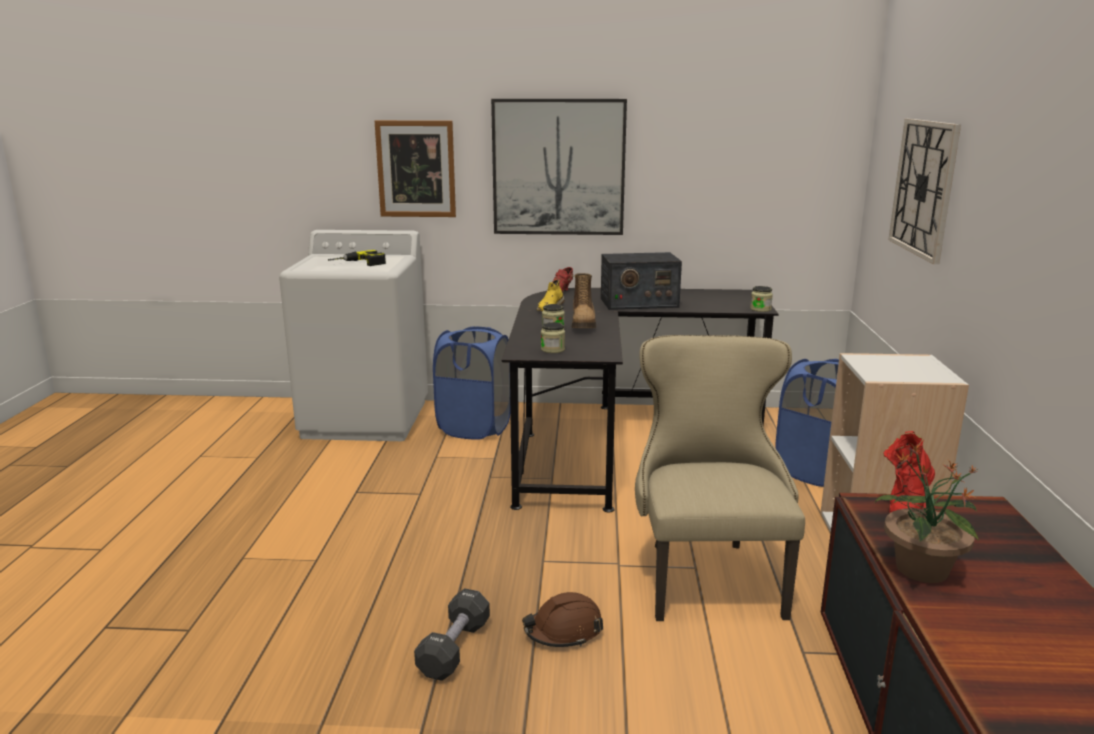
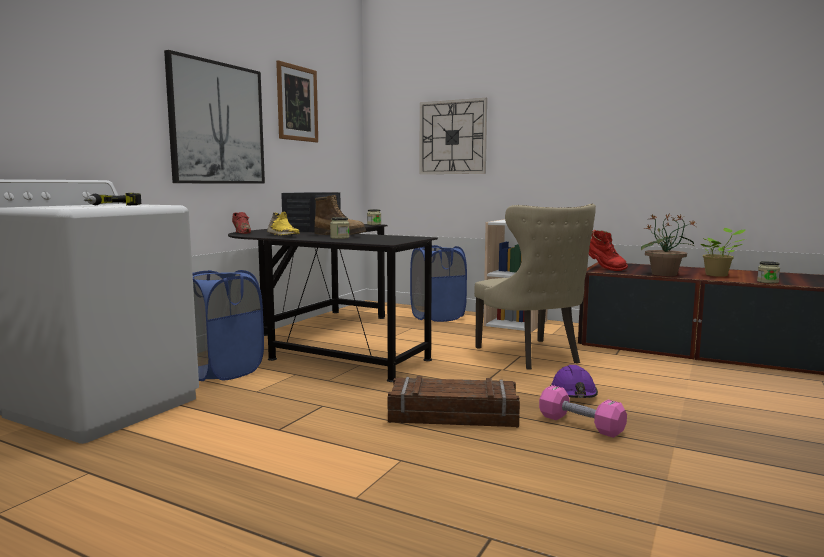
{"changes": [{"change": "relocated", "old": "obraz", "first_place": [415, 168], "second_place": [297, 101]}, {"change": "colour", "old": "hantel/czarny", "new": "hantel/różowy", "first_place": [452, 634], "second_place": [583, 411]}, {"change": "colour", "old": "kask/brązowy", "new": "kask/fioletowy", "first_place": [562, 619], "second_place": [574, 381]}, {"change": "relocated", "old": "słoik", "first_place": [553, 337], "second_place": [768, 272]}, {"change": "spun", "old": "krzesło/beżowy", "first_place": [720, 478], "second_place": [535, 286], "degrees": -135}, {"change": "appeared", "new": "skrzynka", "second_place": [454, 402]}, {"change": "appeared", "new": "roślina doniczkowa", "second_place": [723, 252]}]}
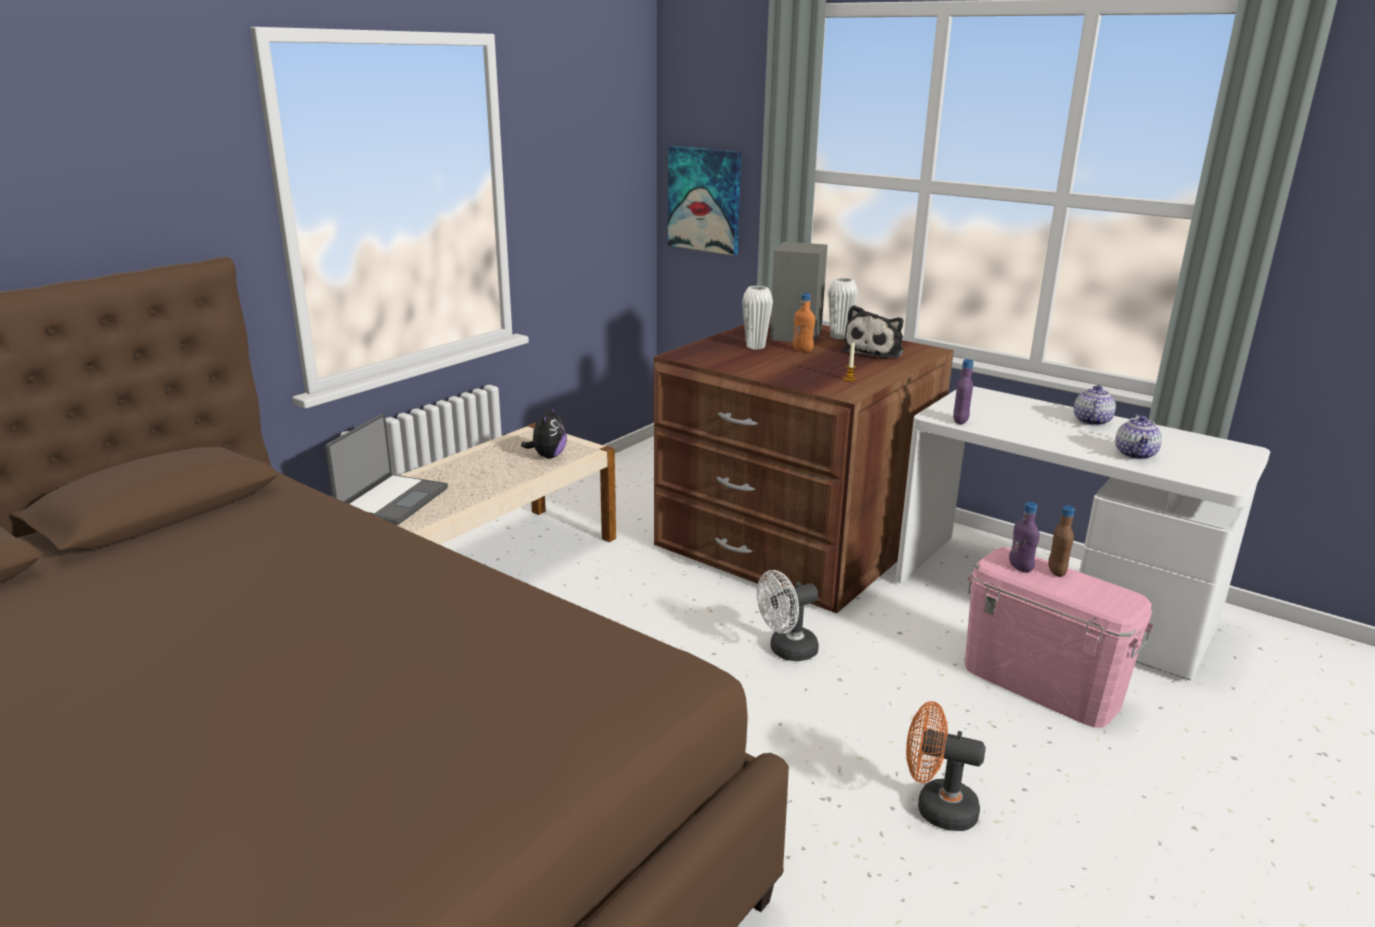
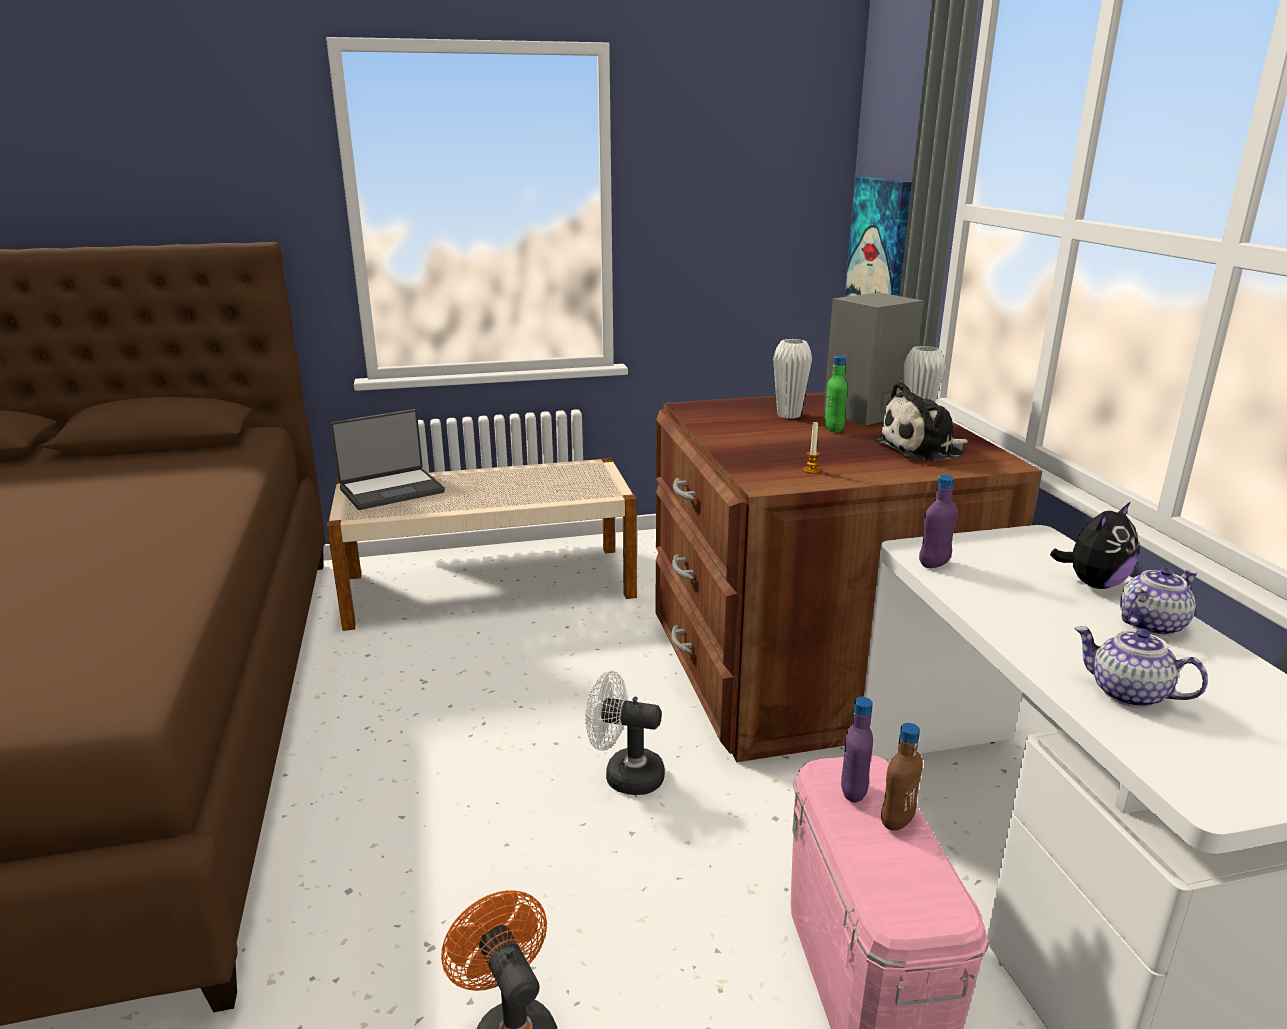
{"changes": [{"change": "relocated", "old": "pluszak", "first_place": [544, 431], "second_place": [1094, 545]}, {"change": "colour", "old": "butelka/pomarańczowy", "new": "butelka/zielony", "first_place": [804, 323], "second_place": [836, 394]}, {"change": "spun", "old": "imbryk", "first_place": [1138, 437], "second_place": [1141, 667], "degrees": 75}]}
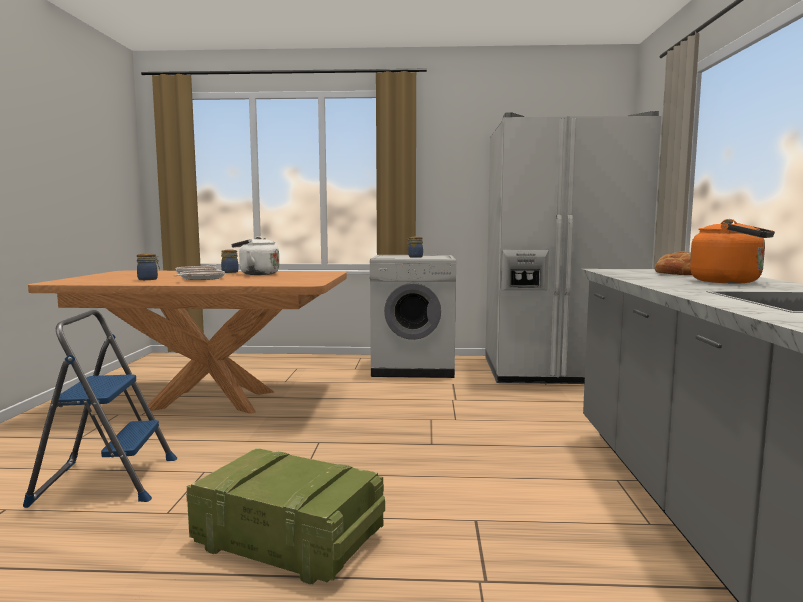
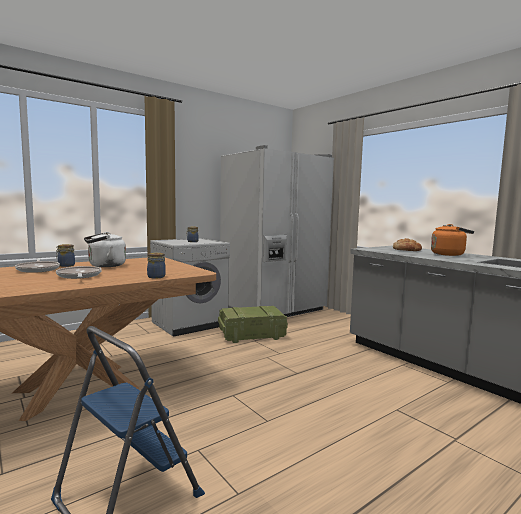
{"changes": [{"change": "relocated", "old": "słoik", "first_place": [148, 266], "second_place": [156, 265]}, {"change": "relocated", "old": "skrzynka", "first_place": [285, 516], "second_place": [253, 324]}]}
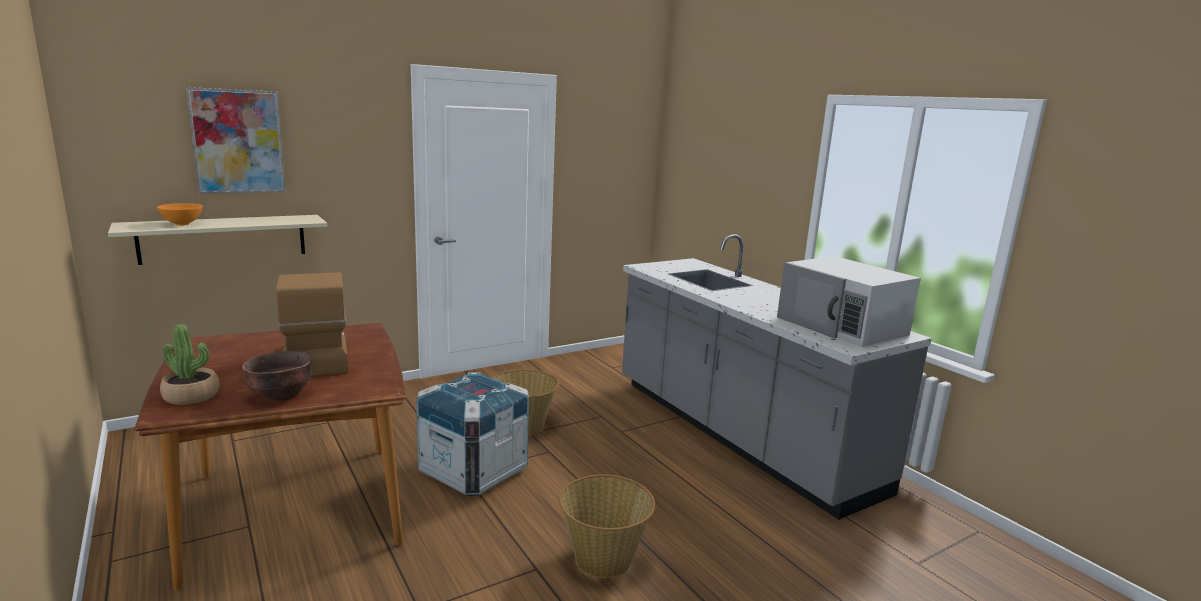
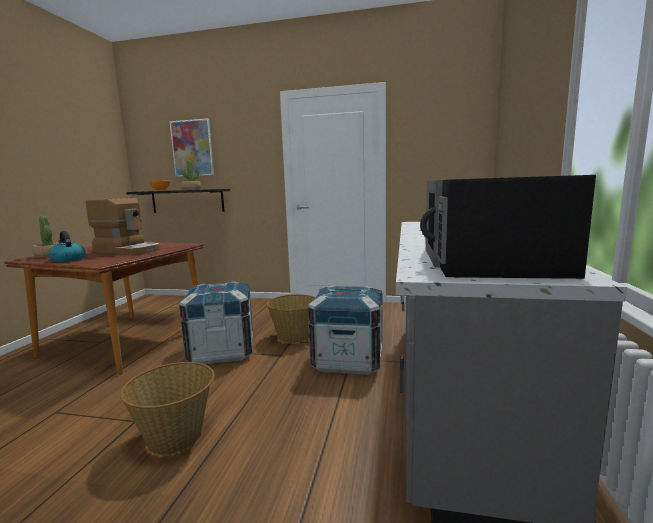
{"changes": [{"change": "colour", "old": "półka/beżowy", "new": "półka/czarny", "first_place": [217, 240], "second_place": [178, 201]}, {"change": "exchanged", "old": "miska/brązowy", "new": "czajnik", "first_place": [277, 376], "second_place": [67, 246]}, {"change": "spun", "old": "ekspres do kawy", "first_place": [312, 324], "second_place": [123, 226], "degrees": 90}, {"change": "colour", "old": "mikrofalówka/biały", "new": "mikrofalówka/czarny", "first_place": [849, 301], "second_place": [508, 227]}, {"change": "appeared", "new": "roślina doniczkowa", "second_place": [191, 175]}, {"change": "appeared", "new": "skrzynka", "second_place": [345, 330]}]}
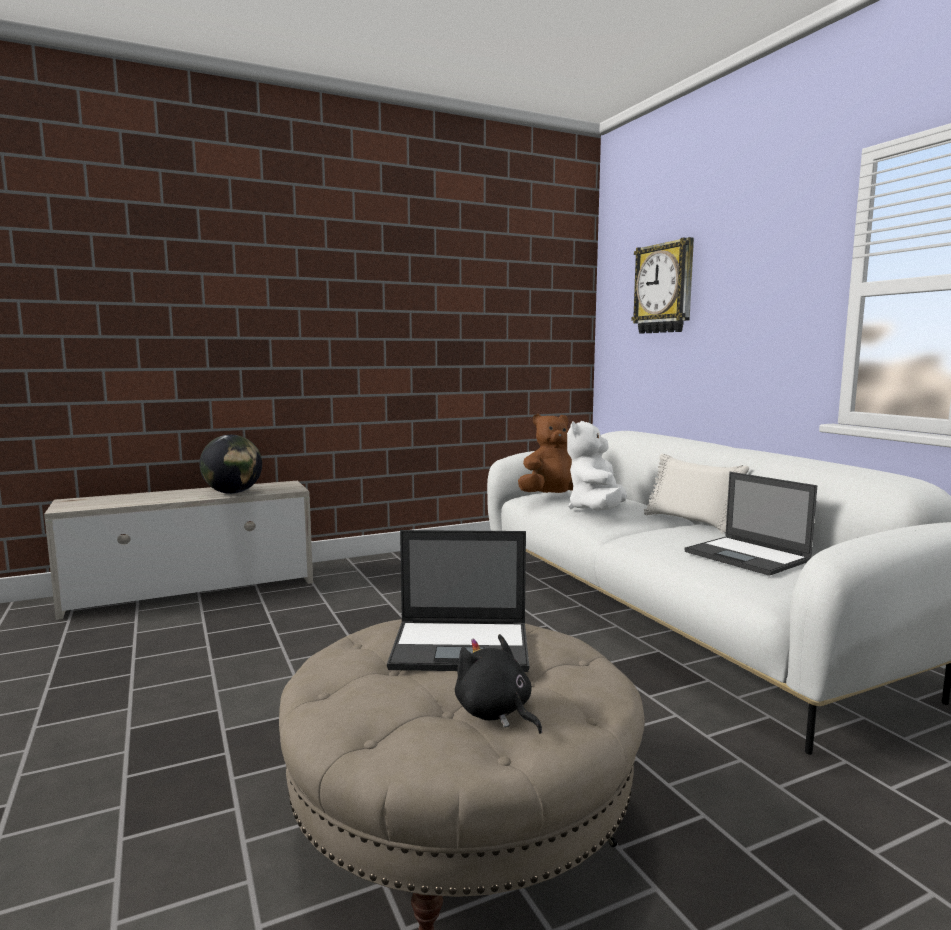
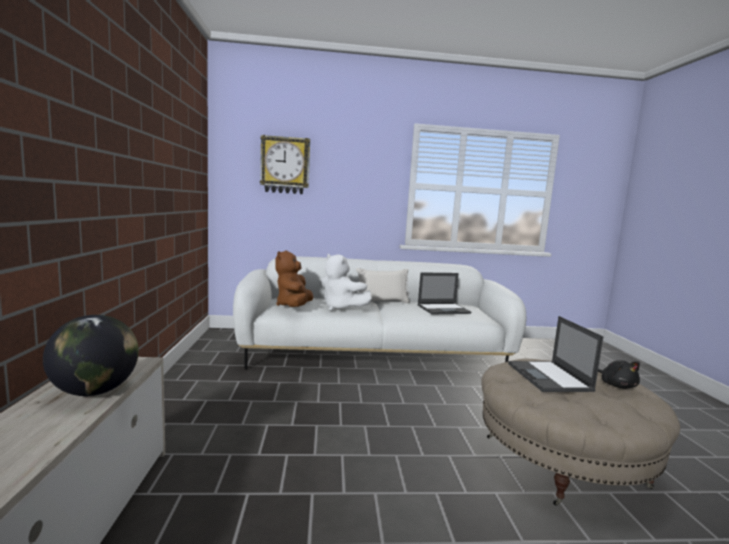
{"changes": [{"change": "spun", "old": "laptop", "first_place": [458, 601], "second_place": [556, 354], "degrees": 150}, {"change": "spun", "old": "pluszak/czarny", "first_place": [498, 684], "second_place": [619, 374], "degrees": -90}]}
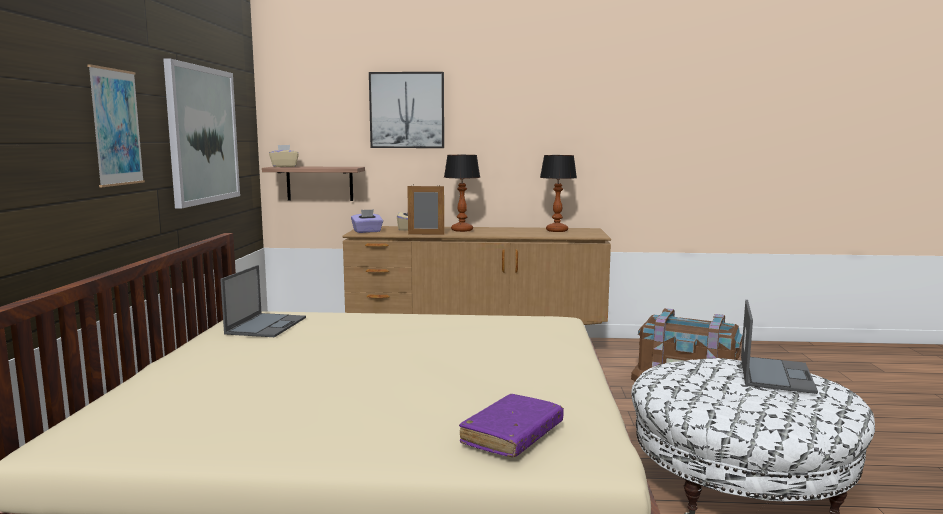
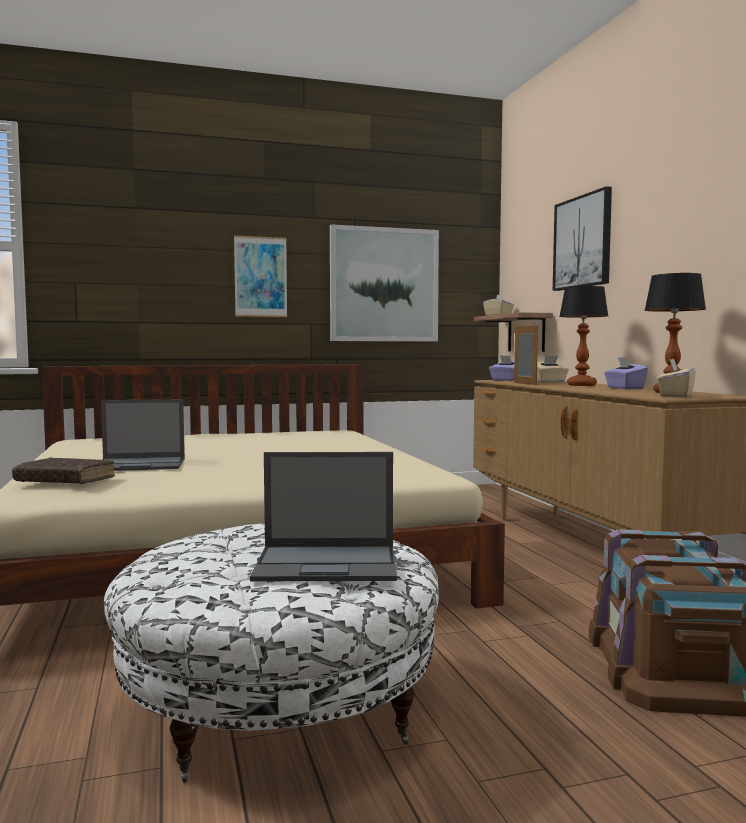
{"changes": [{"change": "relocated", "old": "laptop", "first_place": [263, 301], "second_place": [143, 435]}, {"change": "colour", "old": "książka/fioletowy", "new": "książka/brązowy", "first_place": [511, 425], "second_place": [63, 470]}, {"change": "appeared", "new": "pudełko chusteczek/fioletowy", "second_place": [626, 373]}, {"change": "appeared", "new": "pudełko chusteczek/beżowy", "second_place": [676, 378]}]}
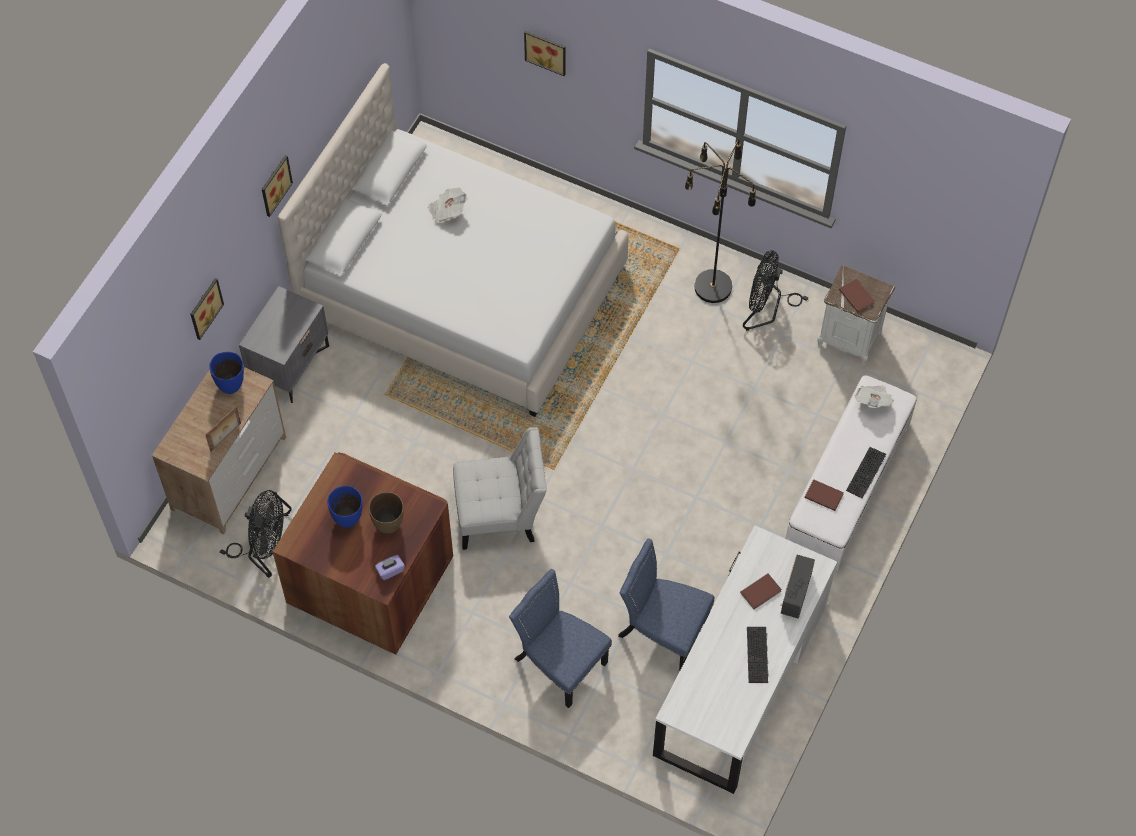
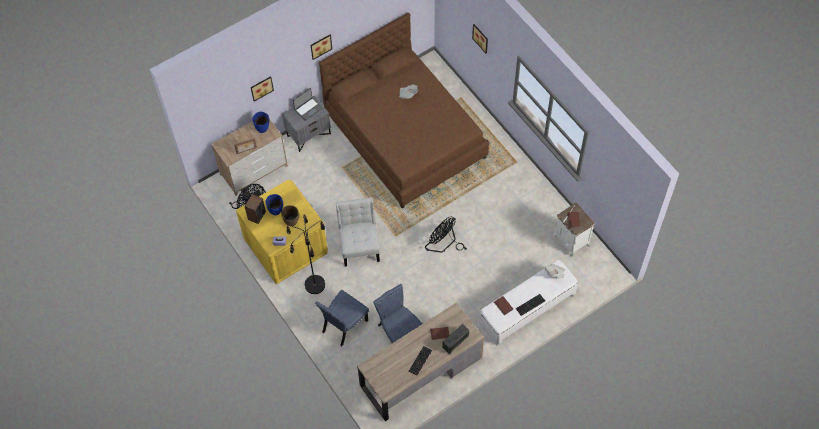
{"changes": [{"change": "colour", "old": "komoda/brązowy", "new": "komoda/żółty", "first_place": [362, 553], "second_place": [282, 231]}, {"change": "colour", "old": "łóżko/biały", "new": "łóżko/brązowy", "first_place": [453, 240], "second_place": [404, 110]}, {"change": "spun", "old": "krzesło/biały", "first_place": [500, 488], "second_place": [358, 231], "degrees": -120}, {"change": "spun", "old": "krzesło/niebieski", "first_place": [560, 638], "second_place": [342, 318], "degrees": -120}, {"change": "colour", "old": "biurko/biały", "new": "biurko/brązowy", "first_place": [745, 660], "second_place": [420, 361]}, {"change": "relocated", "old": "lampa stojąca", "first_place": [720, 221], "second_place": [305, 254]}, {"change": "relocated", "old": "wentylator/czarny", "first_place": [775, 290], "second_place": [446, 234]}, {"change": "appeared", "new": "głośnik", "second_place": [255, 209]}, {"change": "appeared", "new": "laptop", "second_place": [308, 104]}]}
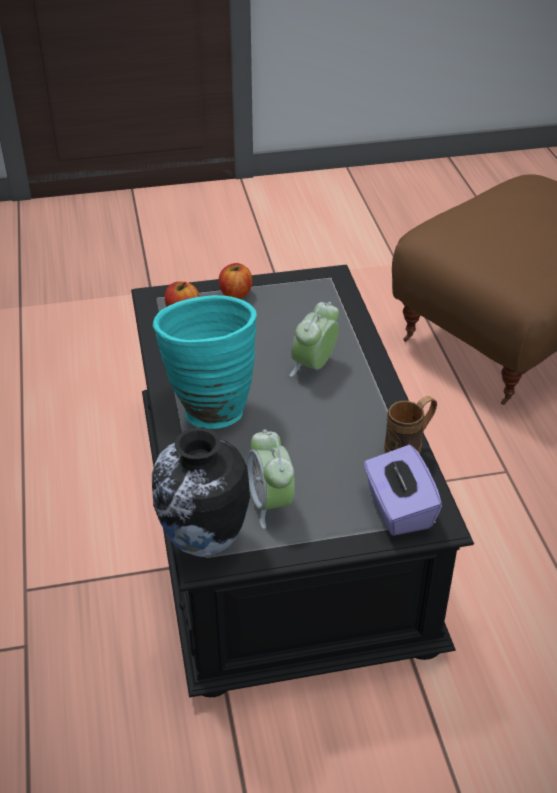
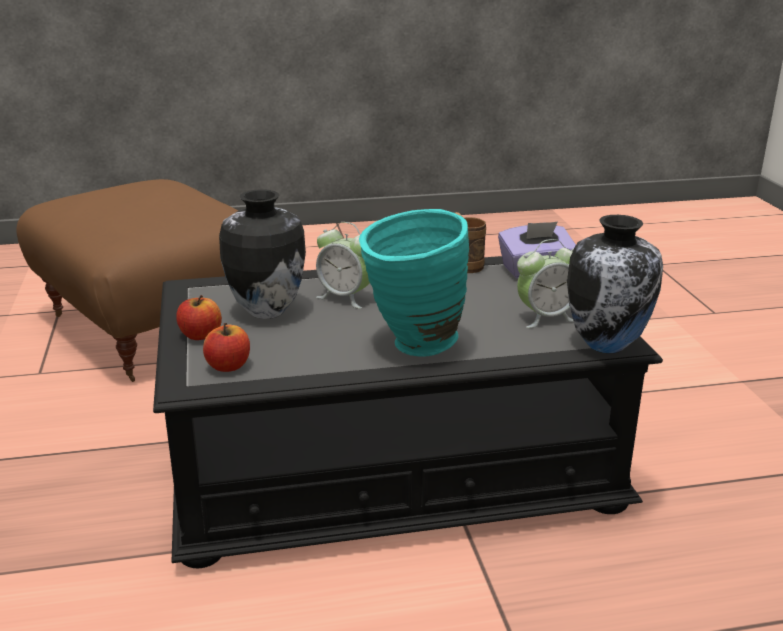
{"changes": [{"change": "appeared", "new": "wazon", "second_place": [262, 254]}]}
